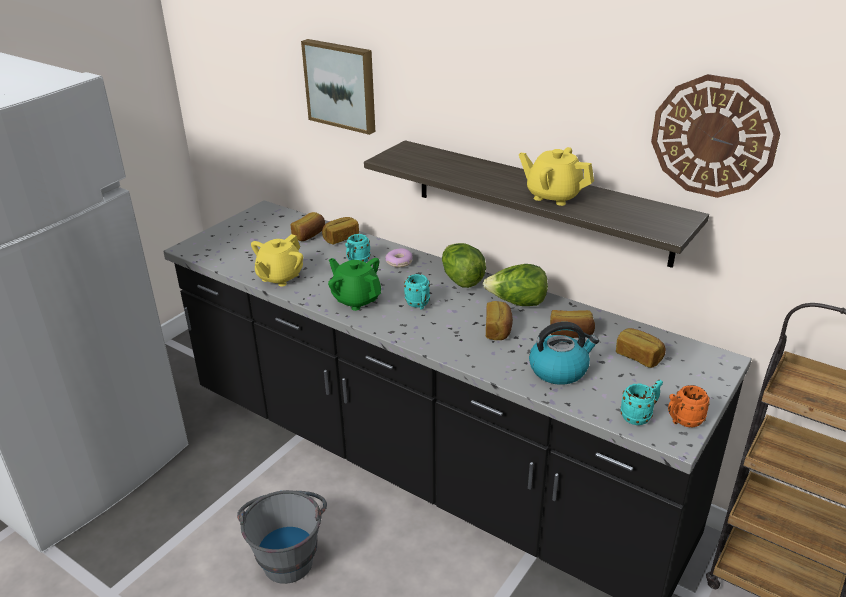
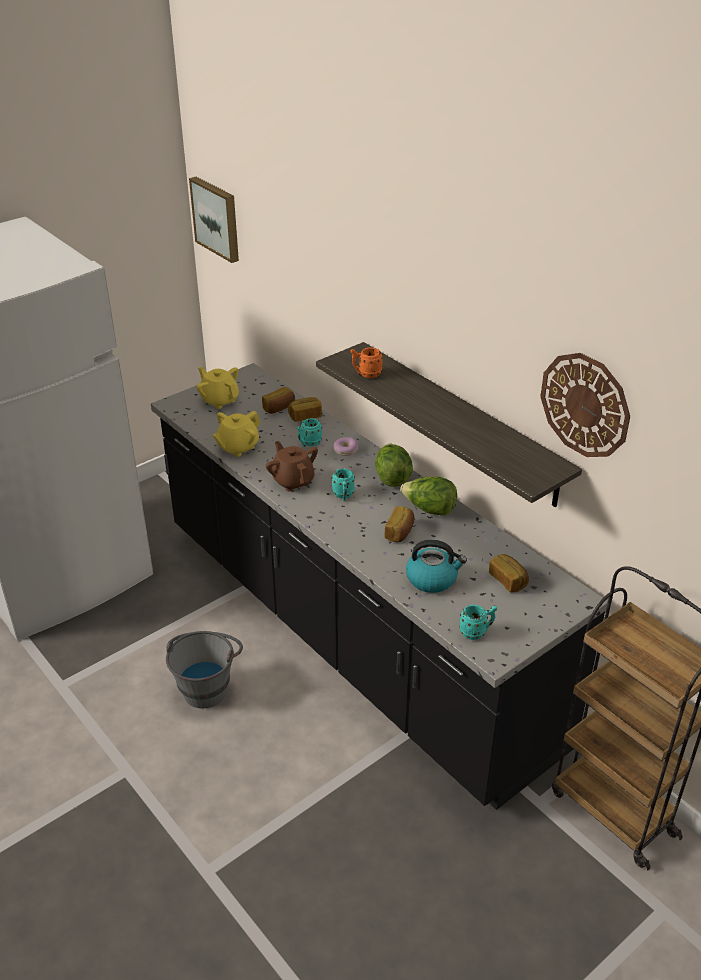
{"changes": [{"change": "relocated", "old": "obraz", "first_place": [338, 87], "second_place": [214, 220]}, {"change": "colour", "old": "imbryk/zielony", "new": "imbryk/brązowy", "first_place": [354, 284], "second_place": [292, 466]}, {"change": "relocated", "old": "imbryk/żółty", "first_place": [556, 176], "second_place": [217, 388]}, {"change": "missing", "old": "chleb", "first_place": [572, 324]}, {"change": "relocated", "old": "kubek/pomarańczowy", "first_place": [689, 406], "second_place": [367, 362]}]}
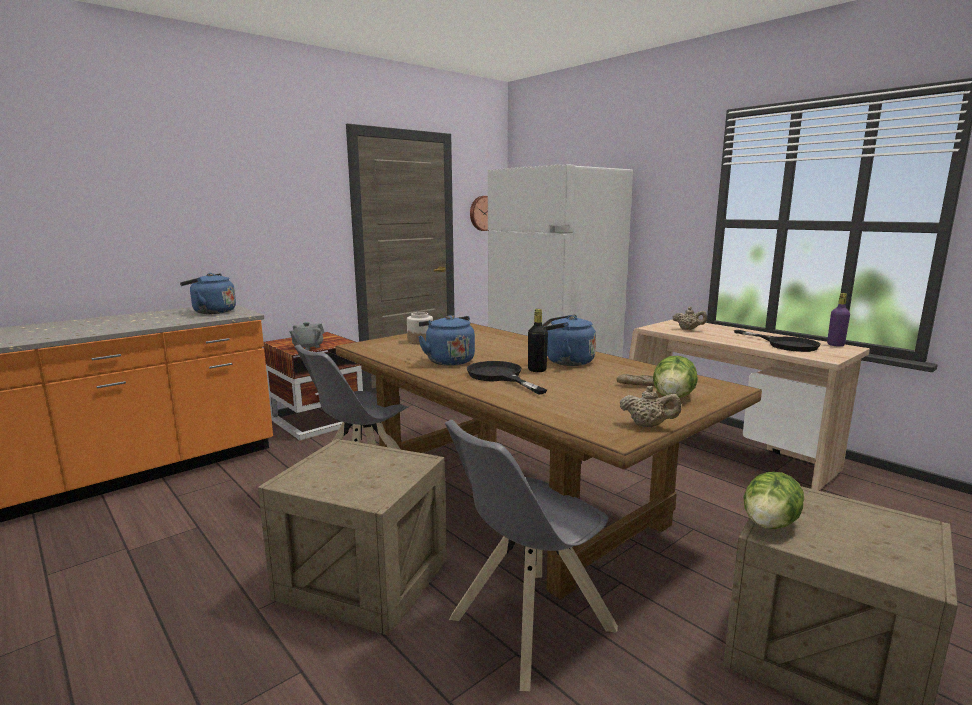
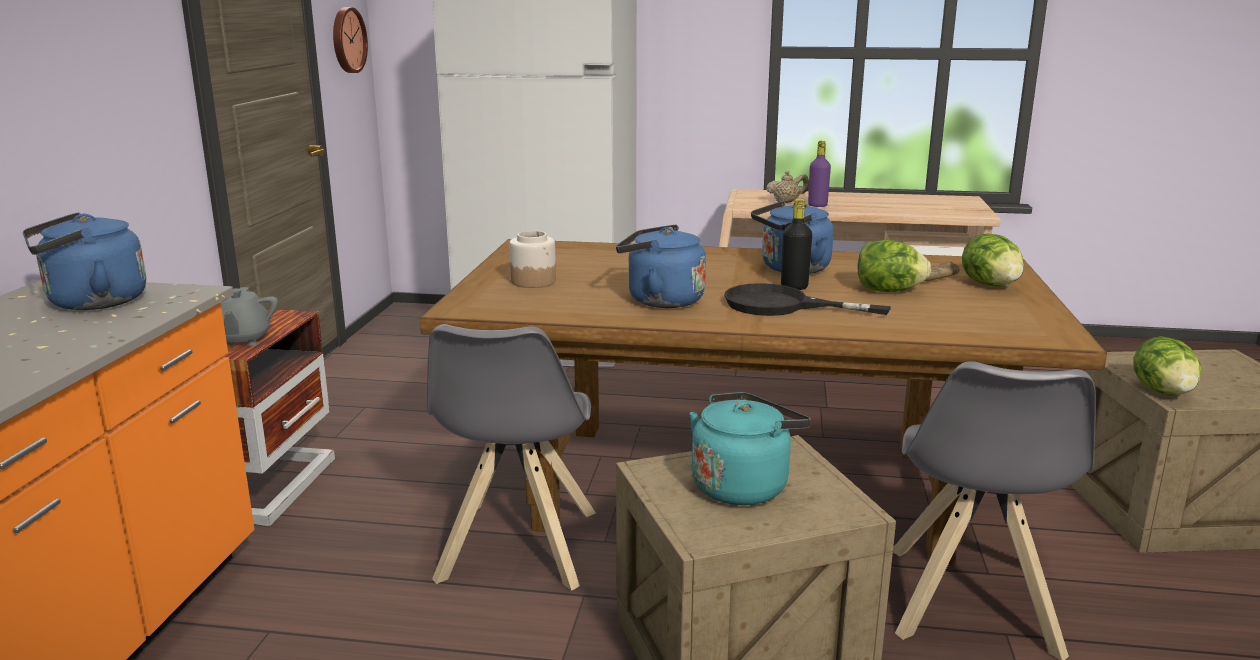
{"changes": [{"change": "missing", "old": "imbryk/beżowy", "first_place": [650, 406]}, {"change": "missing", "old": "patelnia/czarny", "first_place": [777, 341]}, {"change": "relocated", "old": "butelka/fioletowy", "first_place": [838, 320], "second_place": [819, 174]}, {"change": "appeared", "new": "czajnik/turkusowy", "second_place": [750, 448]}, {"change": "appeared", "new": "sałata", "second_place": [894, 266]}]}
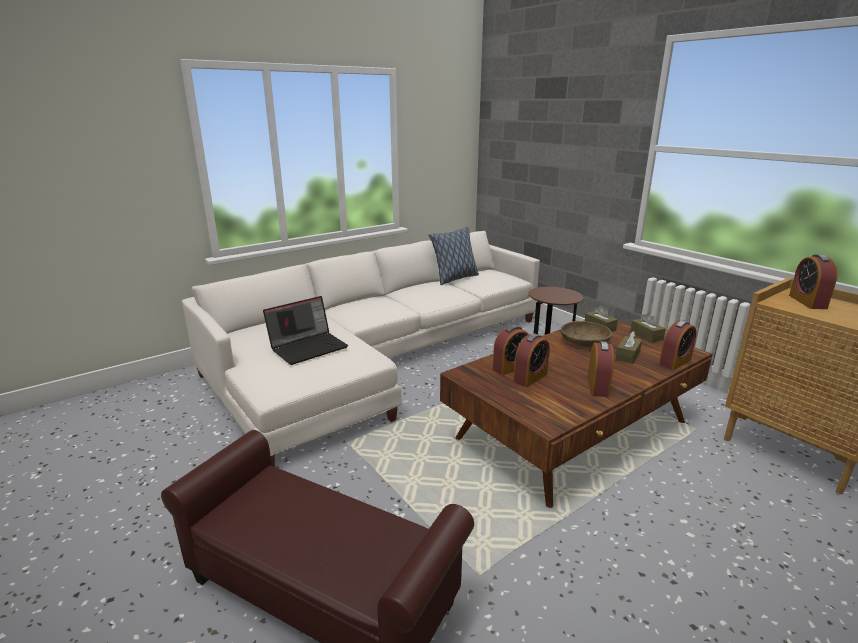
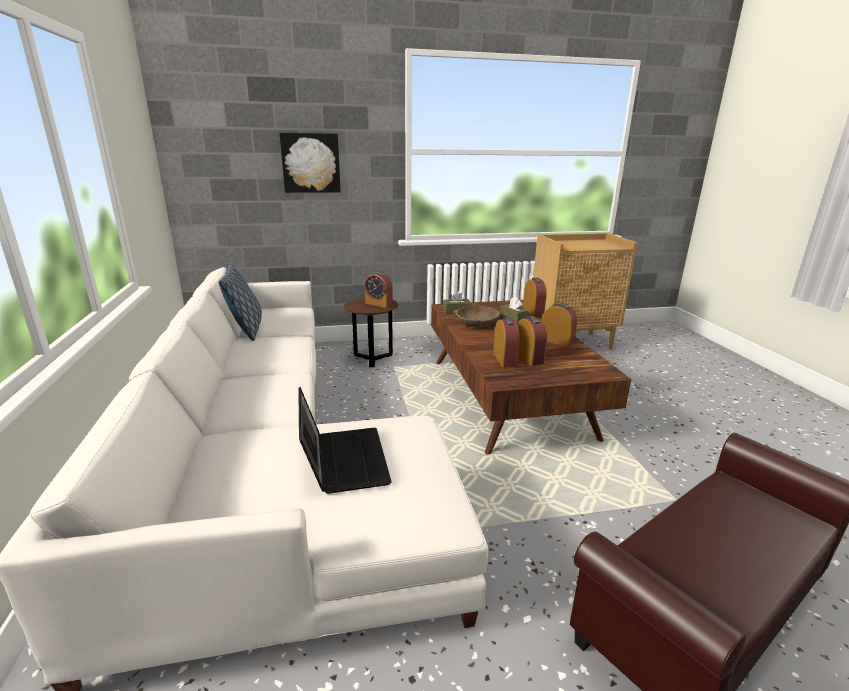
{"changes": [{"change": "missing", "old": "pudełko chusteczek/brązowy", "first_place": [648, 328]}, {"change": "relocated", "old": "budzik", "first_place": [813, 281], "second_place": [379, 289]}, {"change": "appeared", "new": "obraz", "second_place": [310, 163]}]}
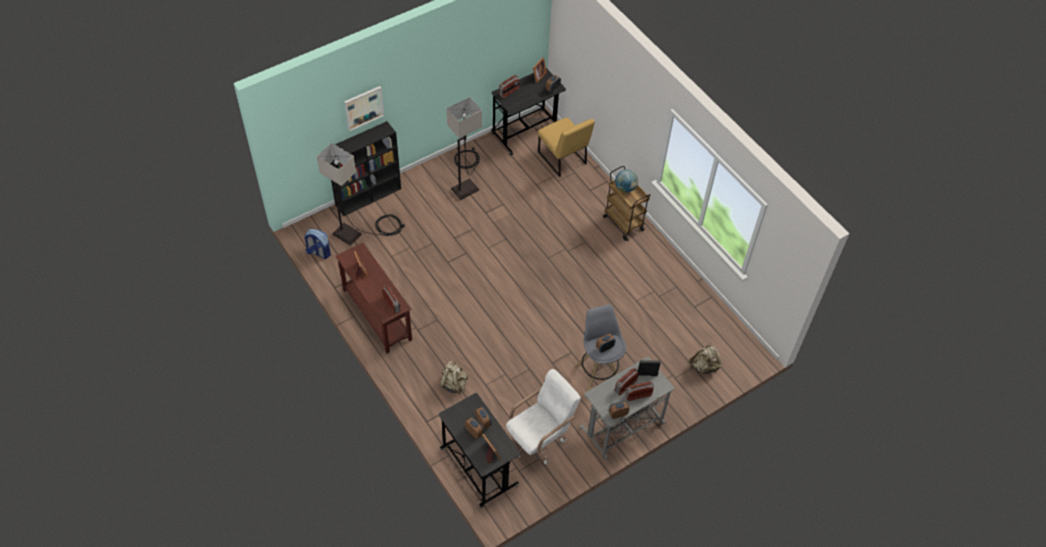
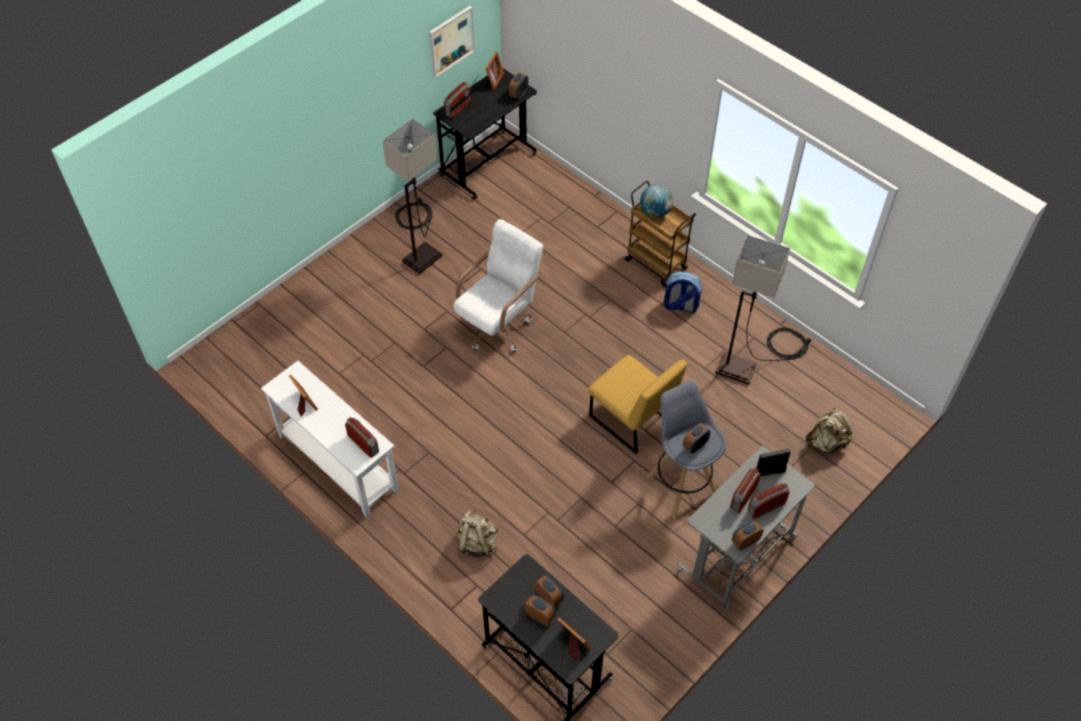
{"changes": [{"change": "relocated", "old": "plecak", "first_place": [318, 244], "second_place": [683, 292]}, {"change": "relocated", "old": "lampa stojąca", "first_place": [361, 194], "second_place": [764, 309]}, {"change": "missing", "old": "regał/czarny", "first_place": [365, 168]}, {"change": "colour", "old": "stolik konsolowy/brązowy", "new": "stolik konsolowy/biały", "first_place": [374, 298], "second_place": [330, 439]}, {"change": "relocated", "old": "obraz", "first_place": [364, 108], "second_place": [452, 41]}, {"change": "relocated", "old": "krzesło biurowe/biały", "first_place": [543, 417], "second_place": [498, 285]}, {"change": "relocated", "old": "krzesło/żółty", "first_place": [566, 147], "second_place": [637, 404]}]}
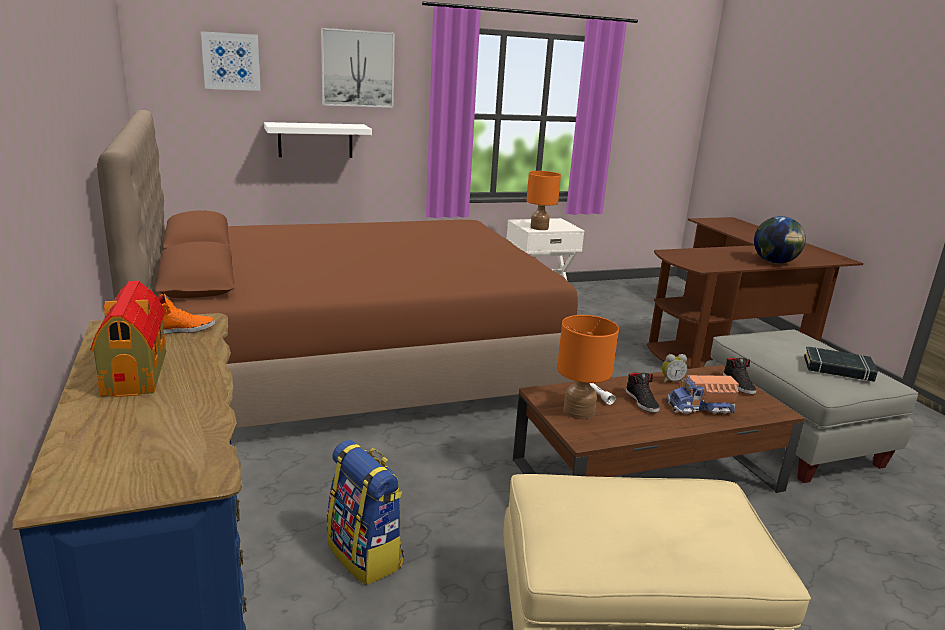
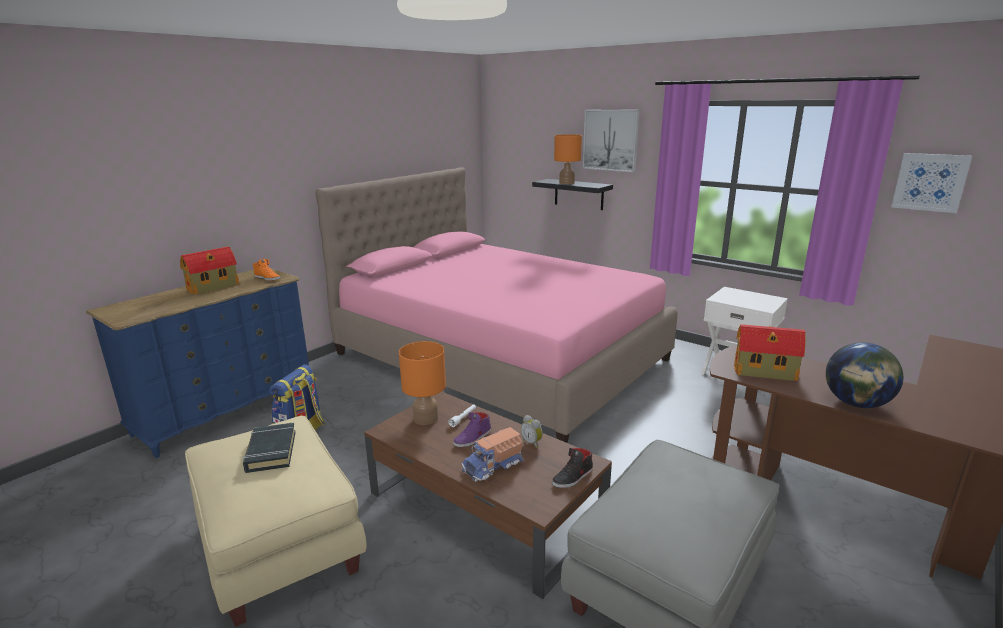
{"changes": [{"change": "colour", "old": "łóżko/brązowy", "new": "łóżko/różowy", "first_place": [337, 269], "second_place": [497, 305]}, {"change": "relocated", "old": "obraz", "first_place": [231, 61], "second_place": [931, 183]}, {"change": "colour", "old": "półka/biały", "new": "półka/czarny", "first_place": [318, 140], "second_place": [572, 194]}, {"change": "relocated", "old": "lampa stołowa/pomarańczowy", "first_place": [543, 200], "second_place": [568, 159]}, {"change": "colour", "old": "but/czarny", "new": "but/fioletowy", "first_place": [643, 393], "second_place": [472, 429]}, {"change": "spun", "old": "ciężarówka zabawkowa", "first_place": [702, 394], "second_place": [492, 454], "degrees": -90}, {"change": "relocated", "old": "książka/czarny", "first_place": [841, 364], "second_place": [269, 447]}, {"change": "appeared", "new": "domek", "second_place": [770, 352]}]}
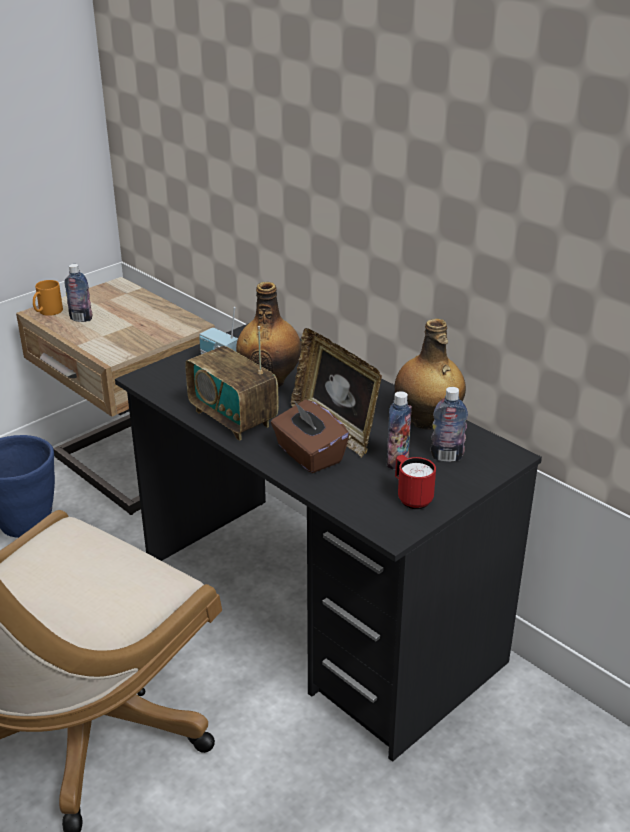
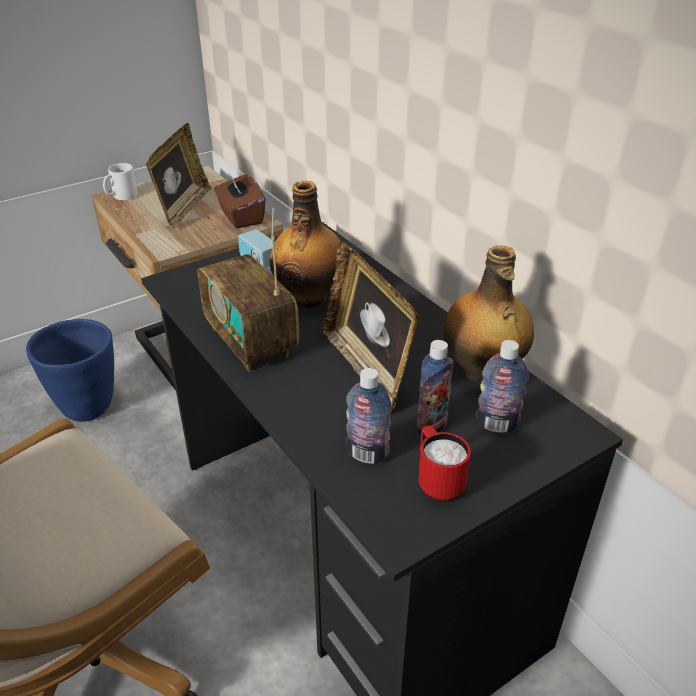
{"changes": [{"change": "colour", "old": "kubek/pomarańczowy", "new": "kubek/biały", "first_place": [48, 298], "second_place": [120, 181]}, {"change": "relocated", "old": "butelka", "first_place": [78, 293], "second_place": [369, 416]}, {"change": "relocated", "old": "pudełko chusteczek/brązowy", "first_place": [310, 436], "second_place": [240, 201]}, {"change": "appeared", "new": "ramka na zdjęcie", "second_place": [178, 175]}]}
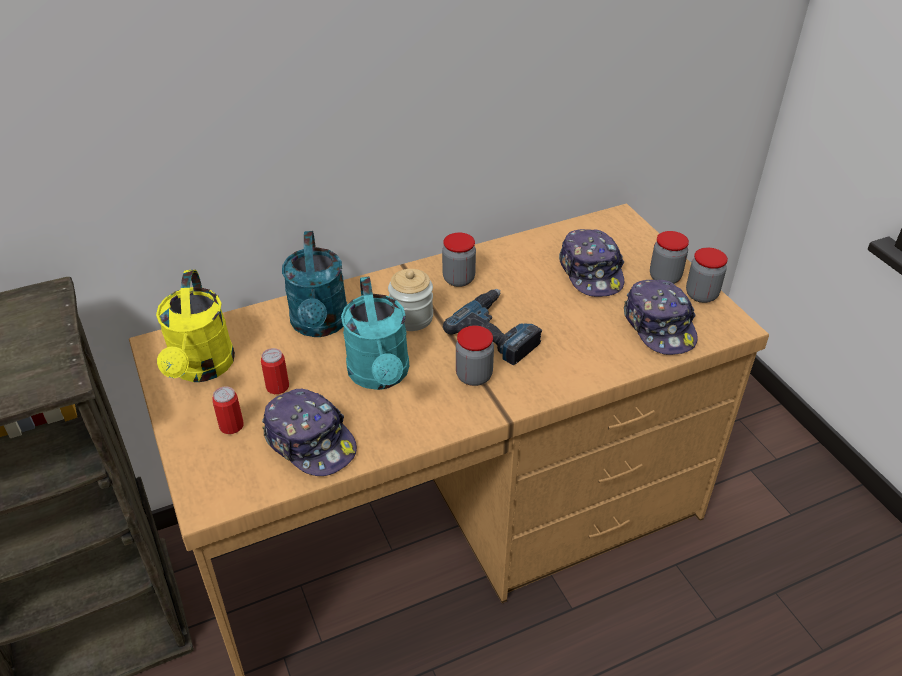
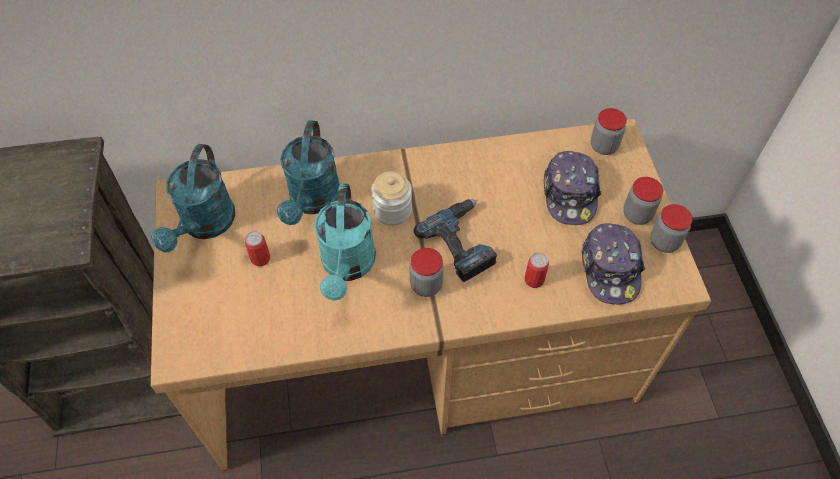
{"changes": [{"change": "colour", "old": "konewka/żółty", "new": "konewka/turkusowy", "first_place": [195, 326], "second_place": [193, 198]}, {"change": "relocated", "old": "puszka", "first_place": [228, 410], "second_place": [537, 270]}, {"change": "missing", "old": "czapka z daszkiem", "first_place": [309, 432]}, {"change": "relocated", "old": "słoik", "first_place": [459, 260], "second_place": [609, 131]}]}
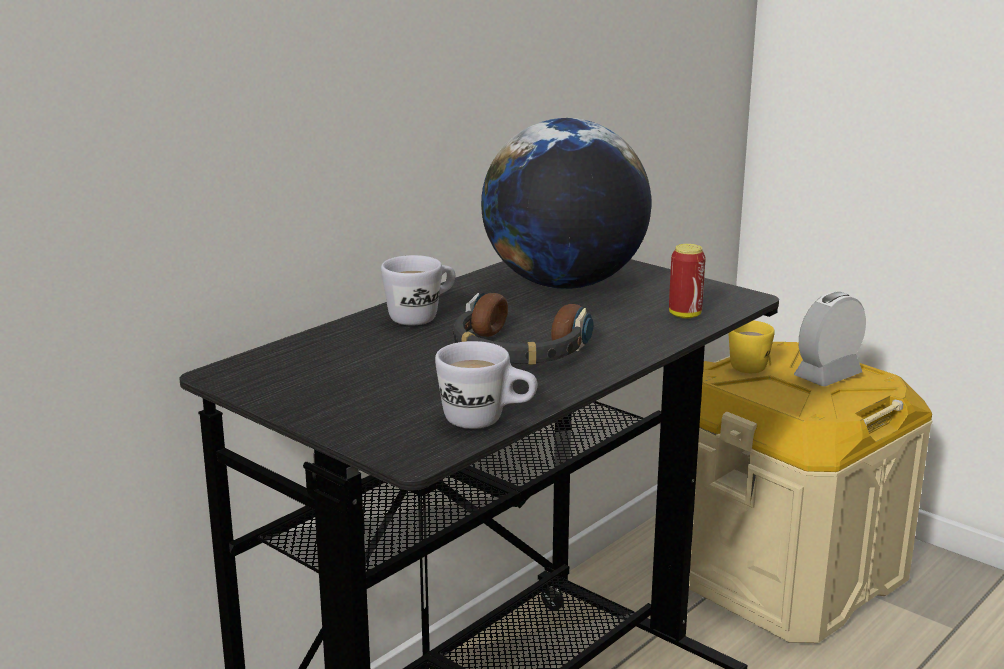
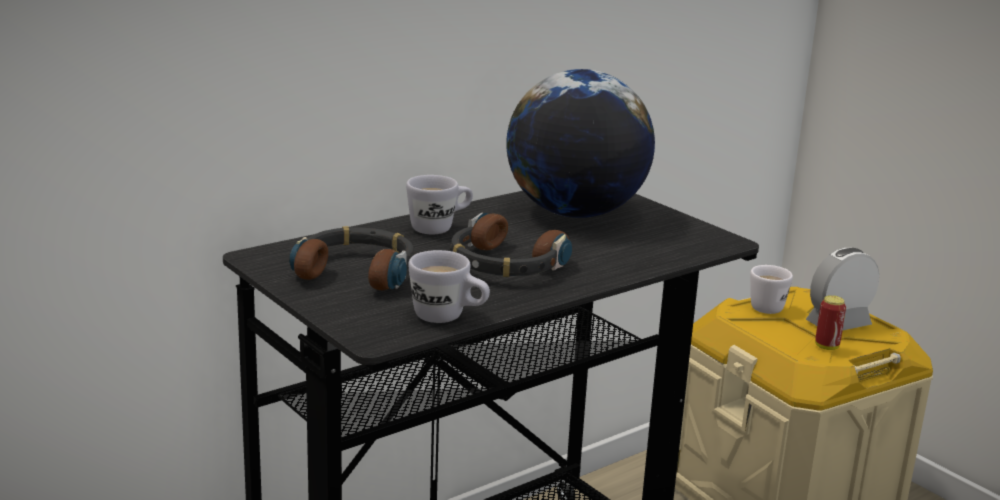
{"changes": [{"change": "relocated", "old": "puszka", "first_place": [687, 281], "second_place": [830, 322]}, {"change": "colour", "old": "kubek/żółty", "new": "kubek/biały", "first_place": [751, 347], "second_place": [771, 289]}, {"change": "appeared", "new": "słuchawki", "second_place": [352, 258]}]}
